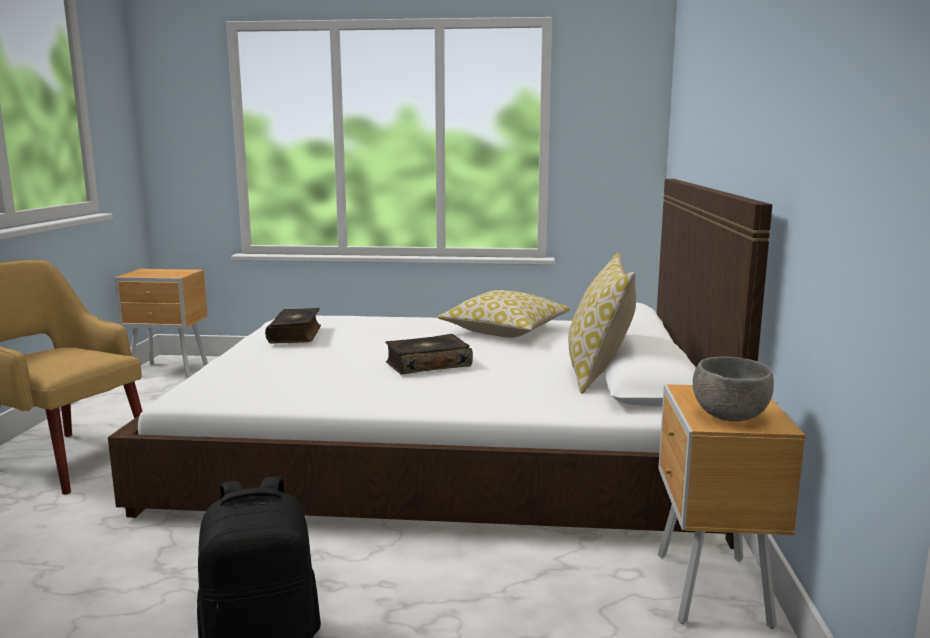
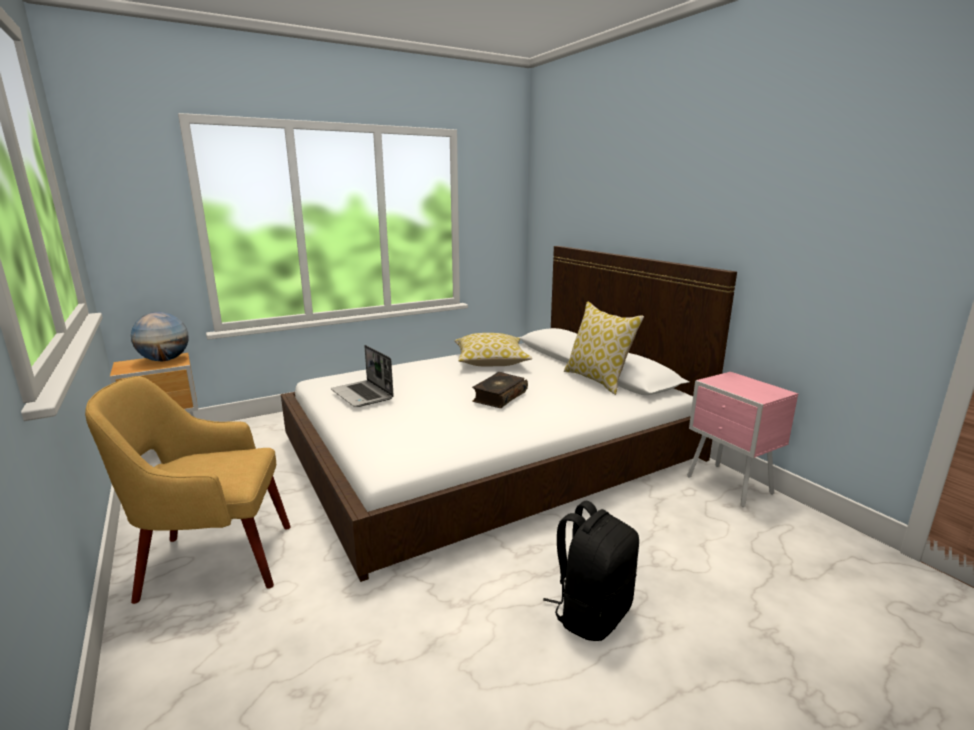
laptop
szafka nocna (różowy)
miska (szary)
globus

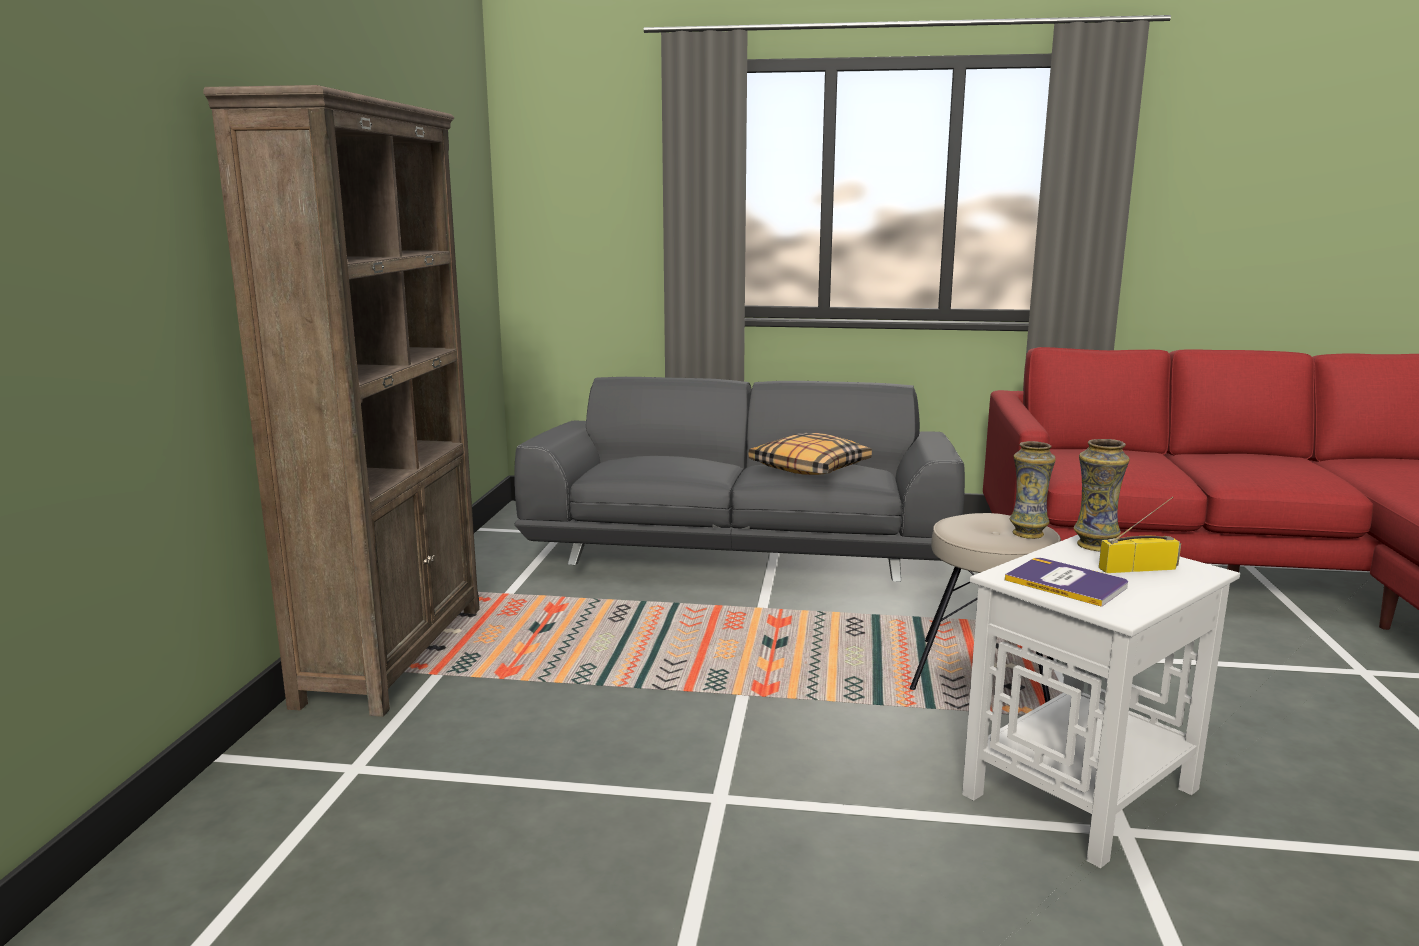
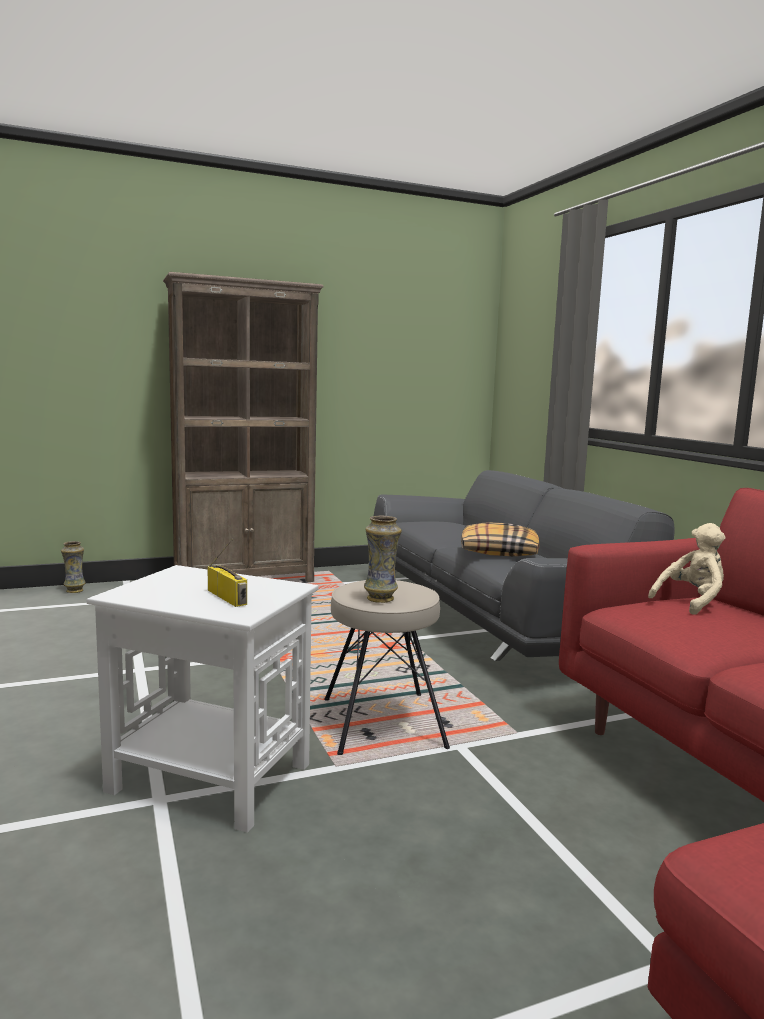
książka
wazon (no. 1 from left)
pluszak (beżowy)

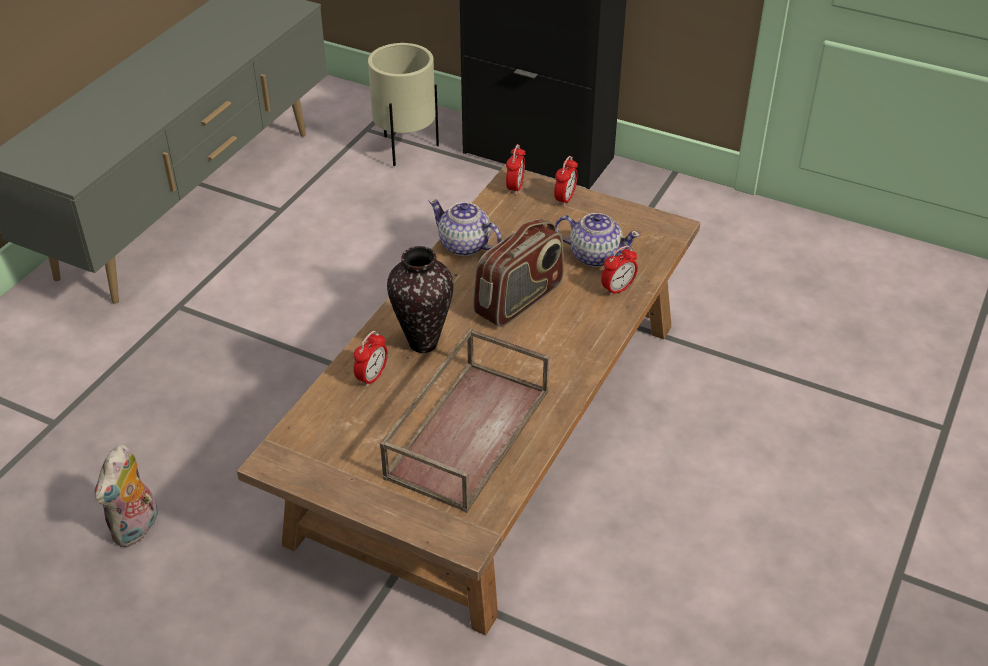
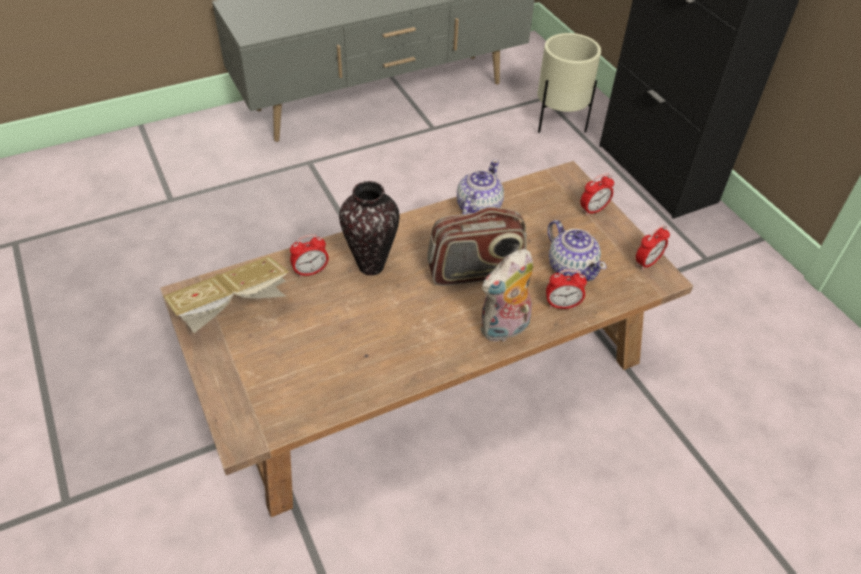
pluszak
taca (brązowy)
imbryk (no. 1 from left)
budzik (no. 4 from left)
książka

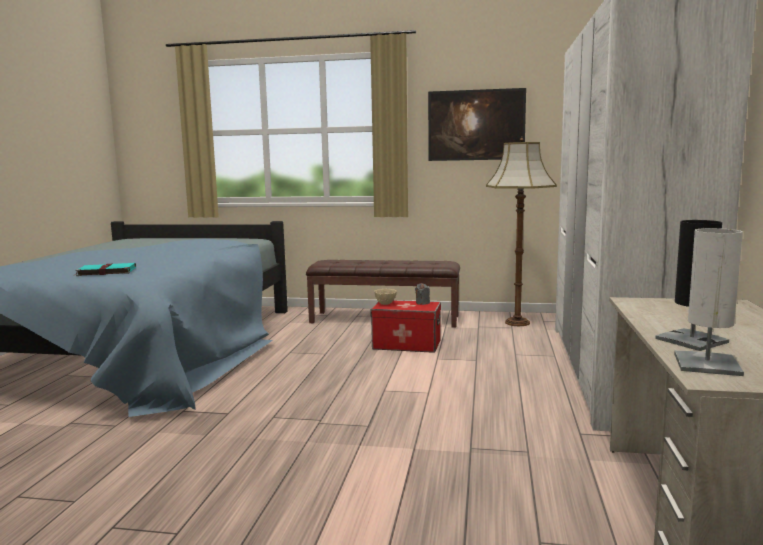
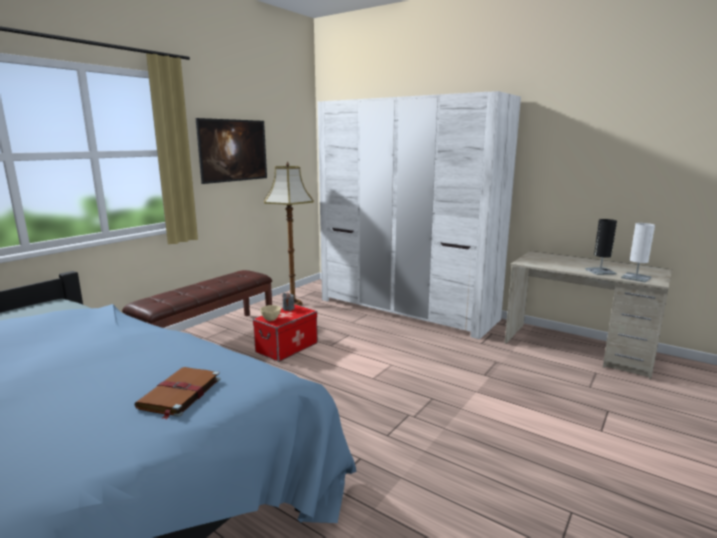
książka (brązowy)

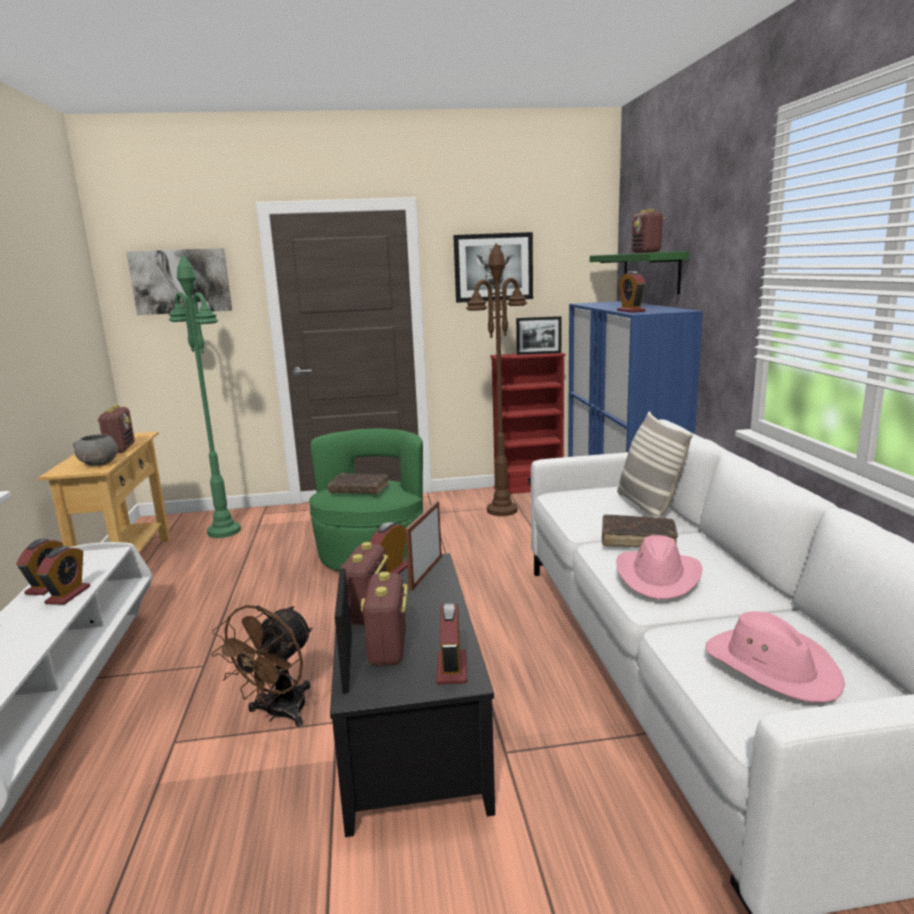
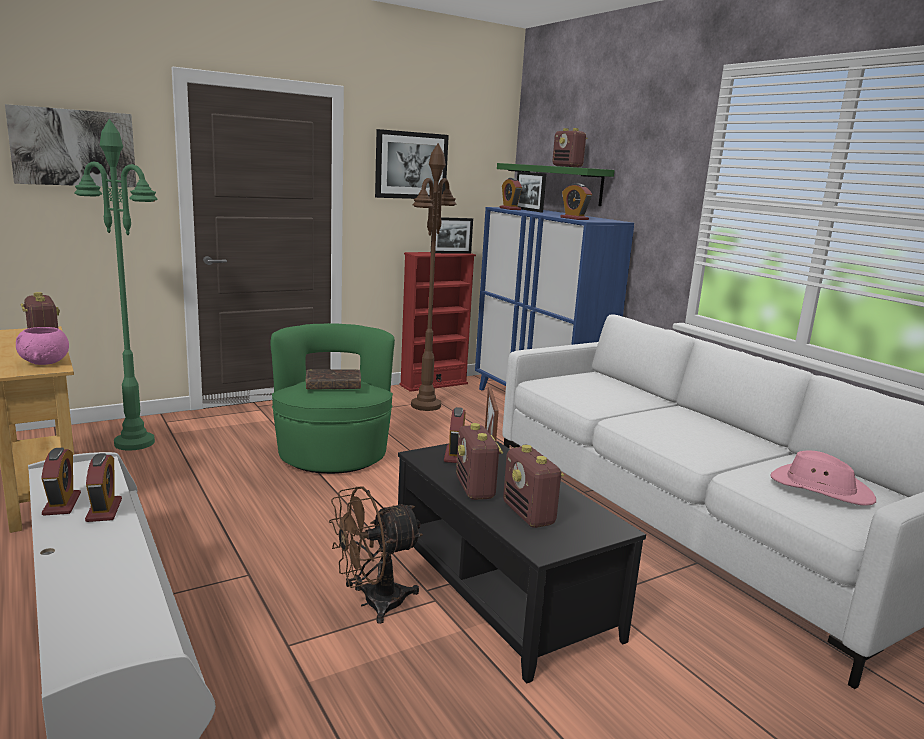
miska (różowy)
wentylator (brązowy)
ramka na zdjęcie (no. 3 from left)
budzik (no. 4 from left)
książka (brązowy) (no. 2 from left in the first image)
kapelusz (różowy) (no. 1 from left in the first image)
poduszka

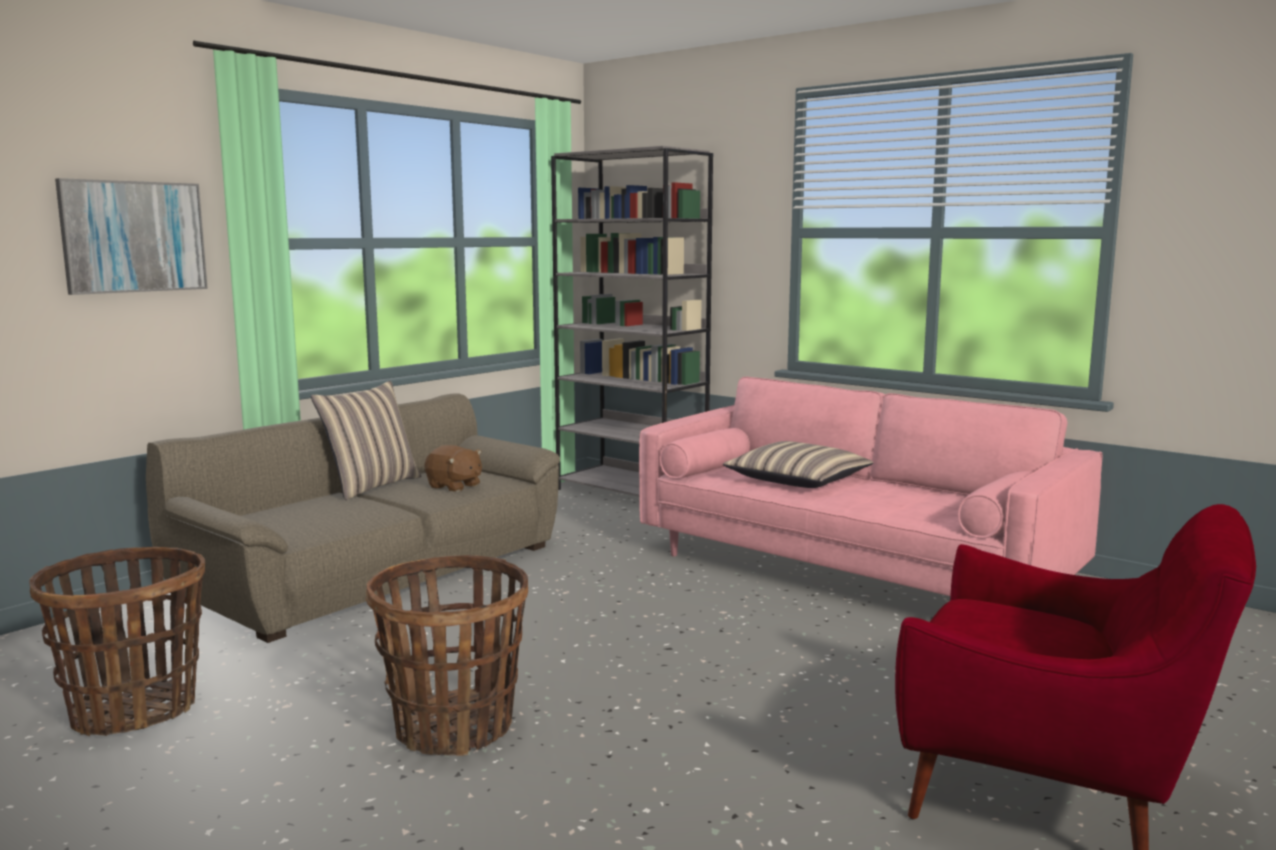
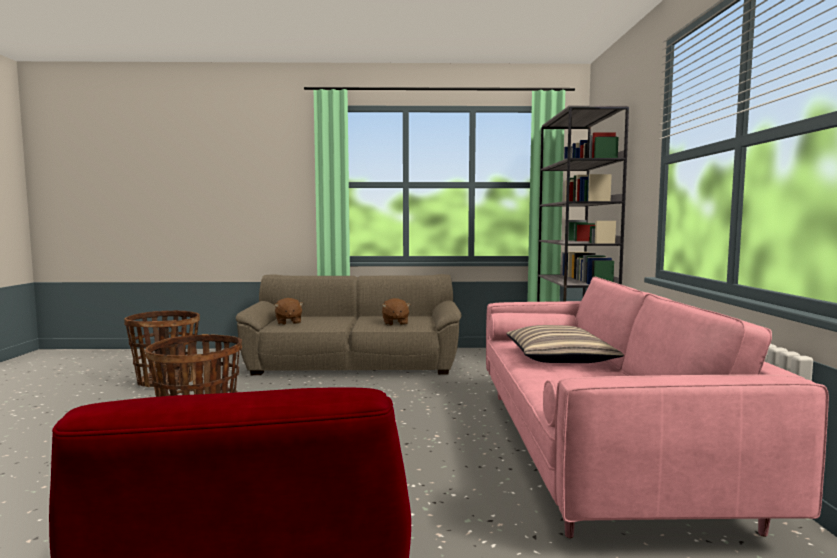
obraz
poduszka (no. 1 from left in the first image)
pluszak (brązowy) (no. 1 from left)

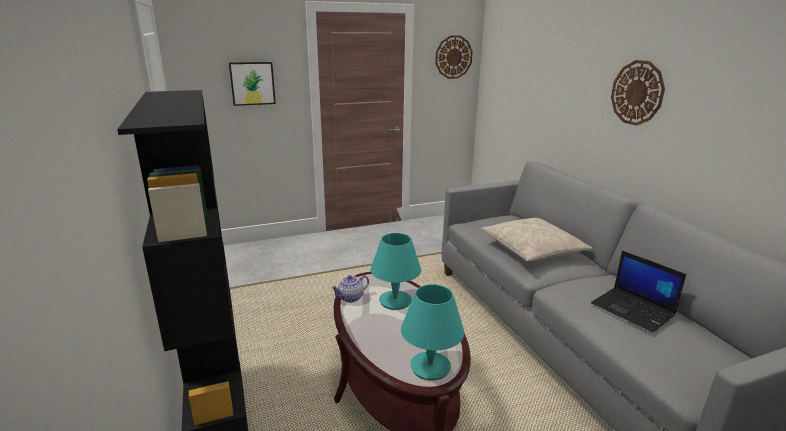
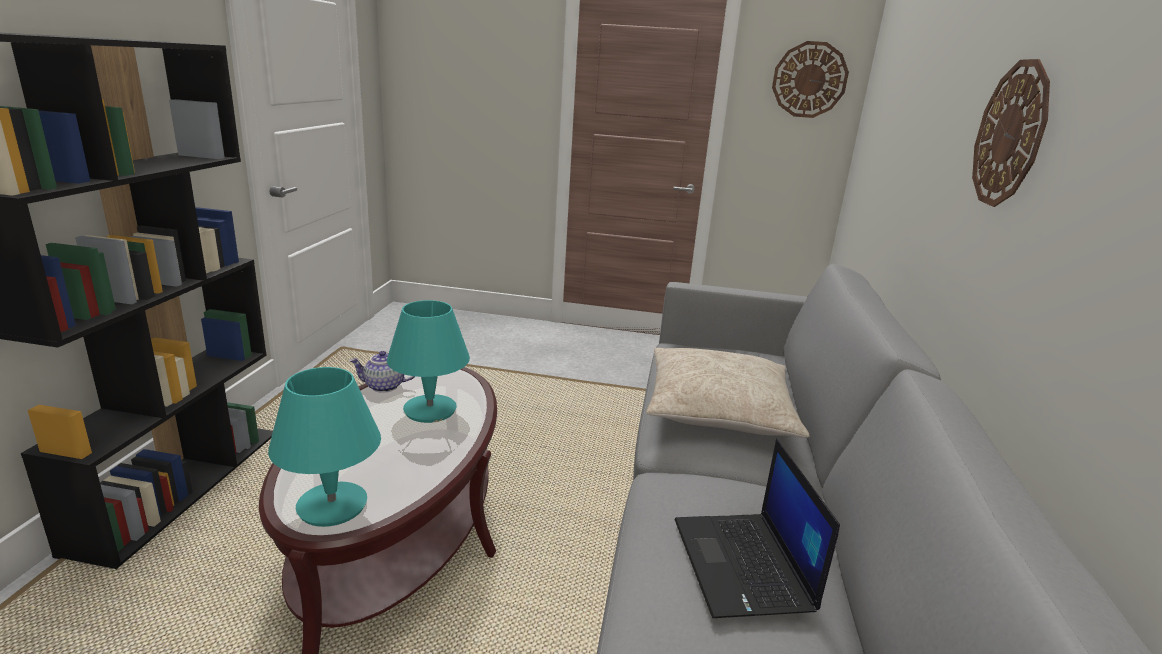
obraz

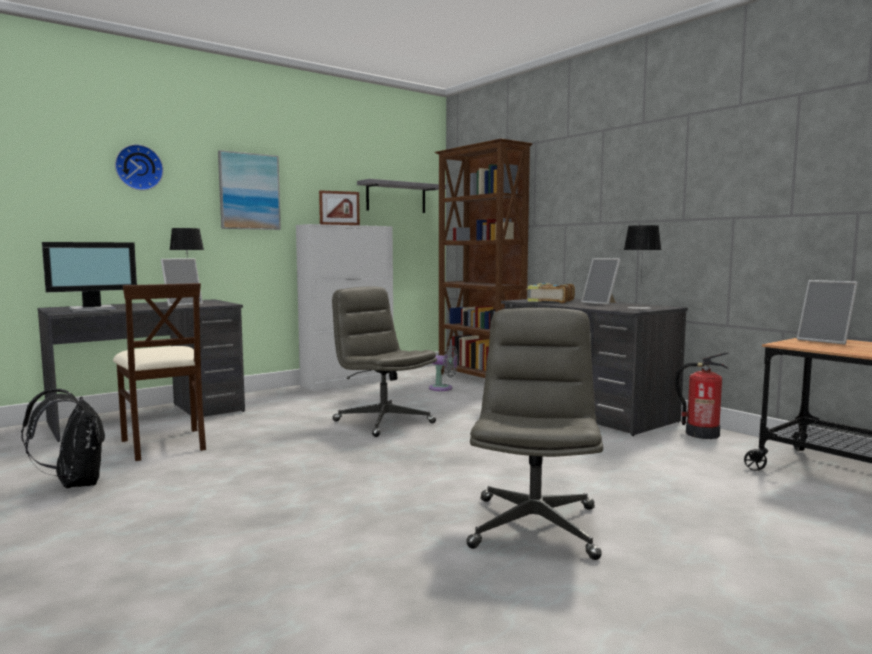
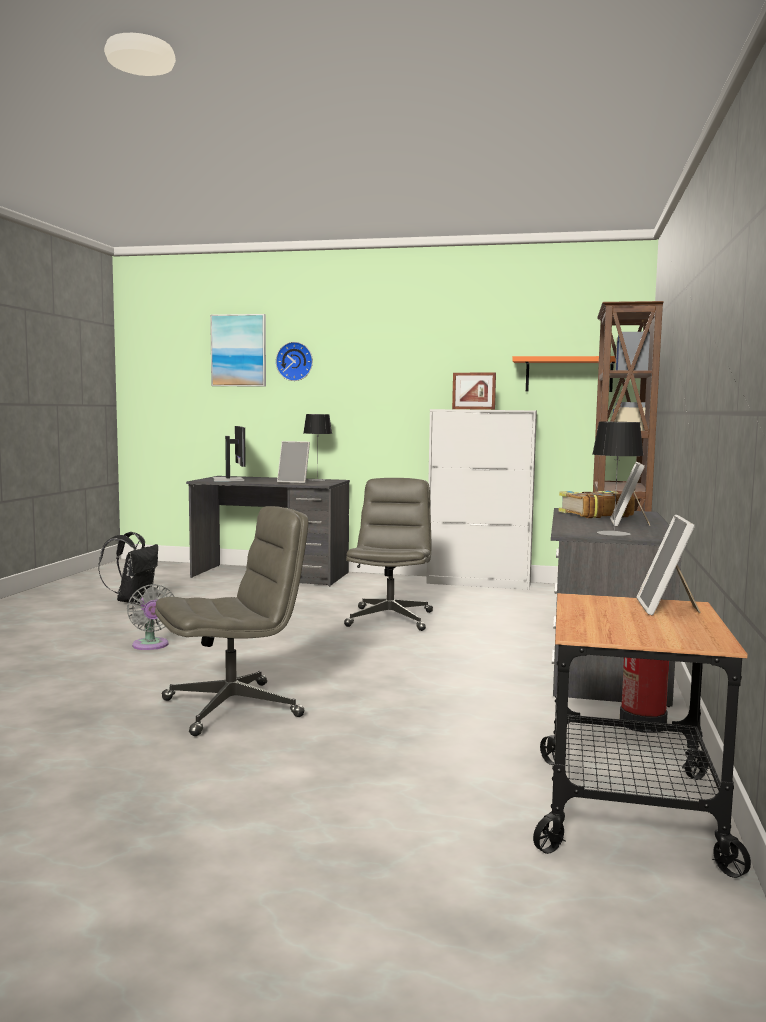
monitor
krzesło (beżowy)
obraz
półka (pomarańczowy)
wentylator (szary)

